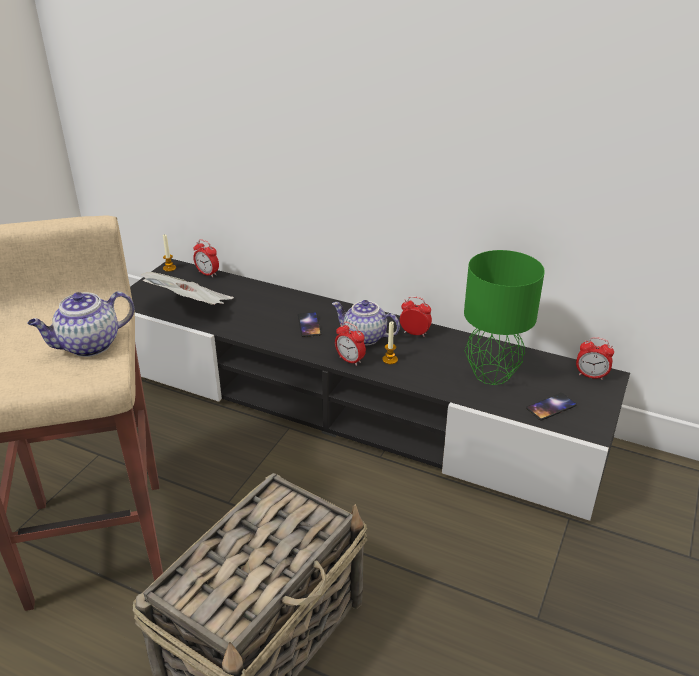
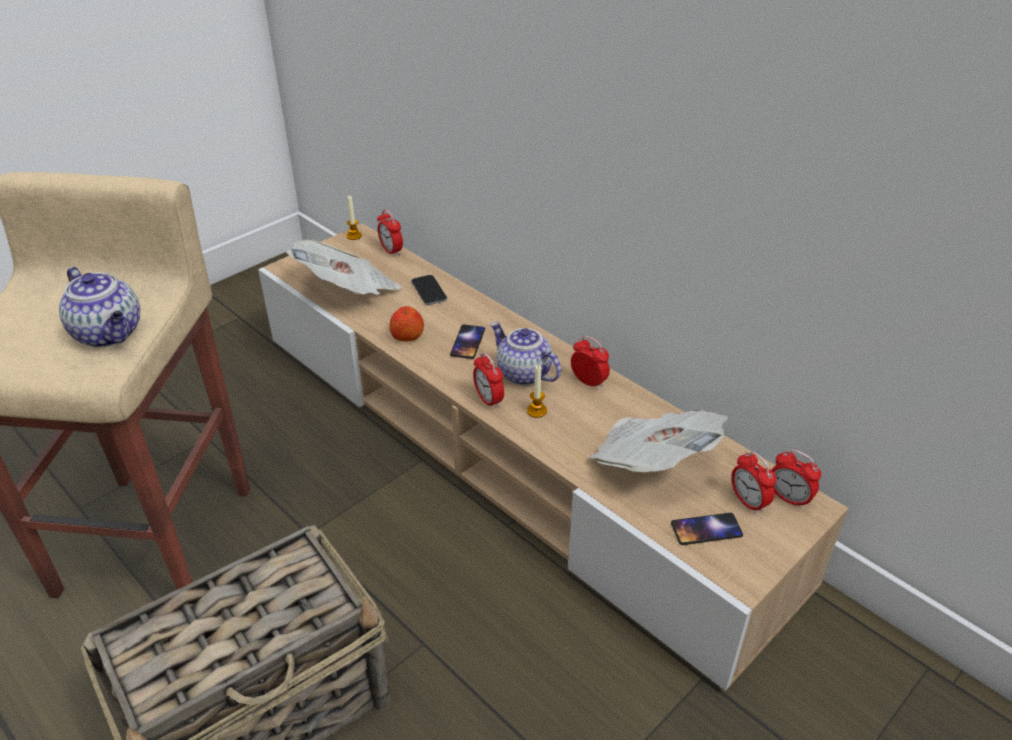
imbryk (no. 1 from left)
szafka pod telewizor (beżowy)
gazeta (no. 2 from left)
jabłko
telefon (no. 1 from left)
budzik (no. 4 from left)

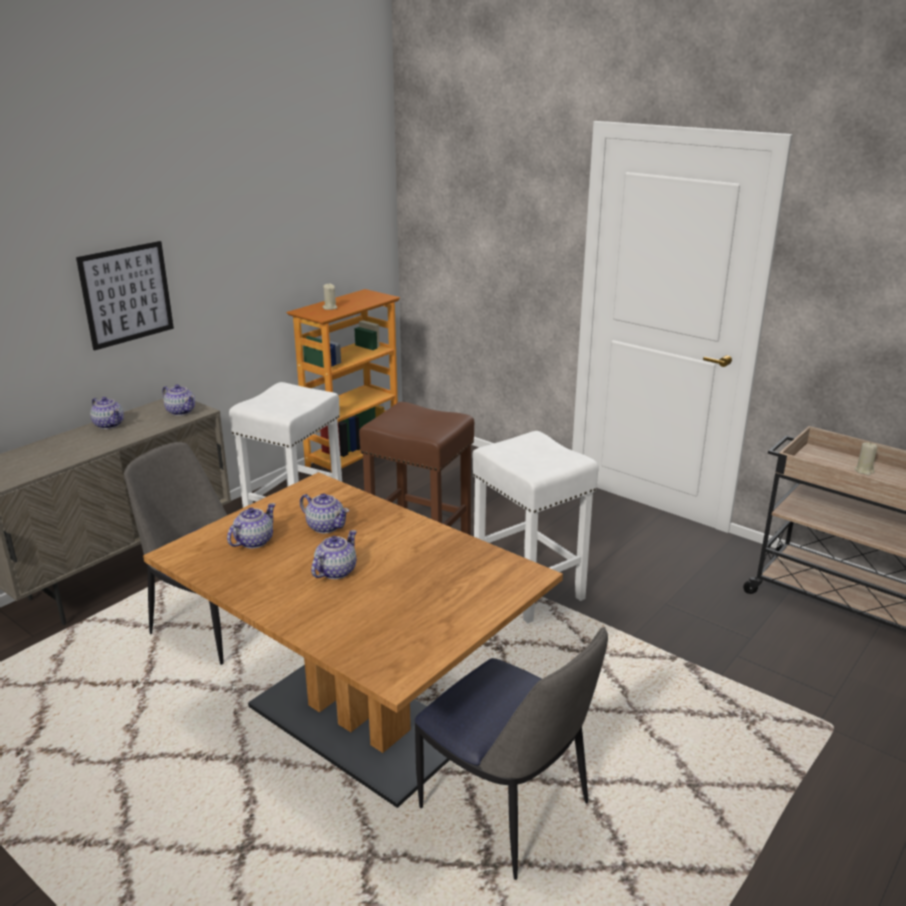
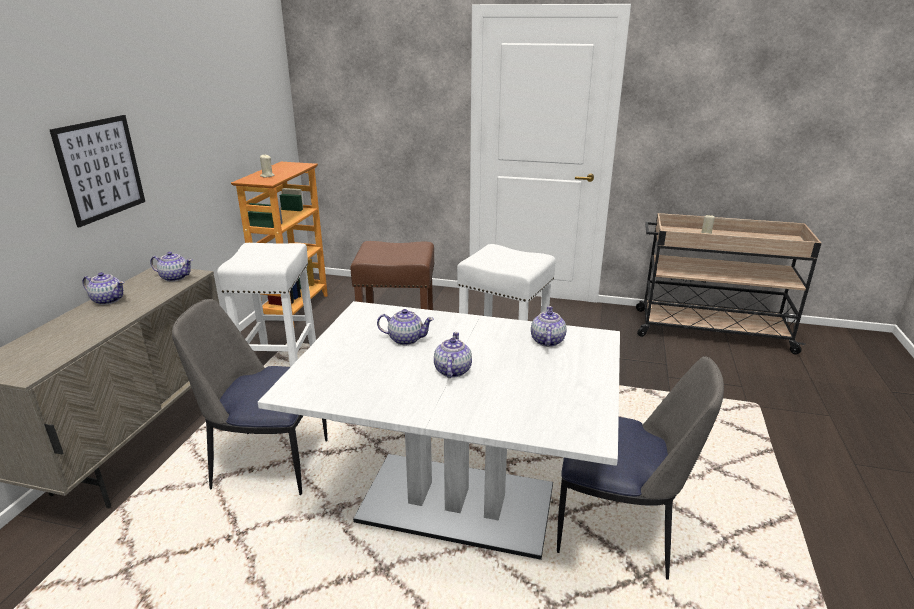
stół jadalny (biały)
imbryk (no. 5 from left)

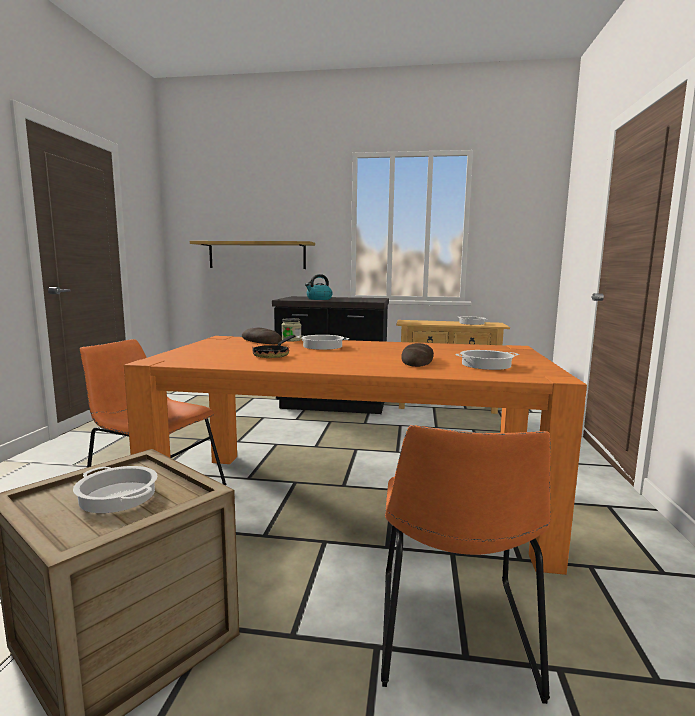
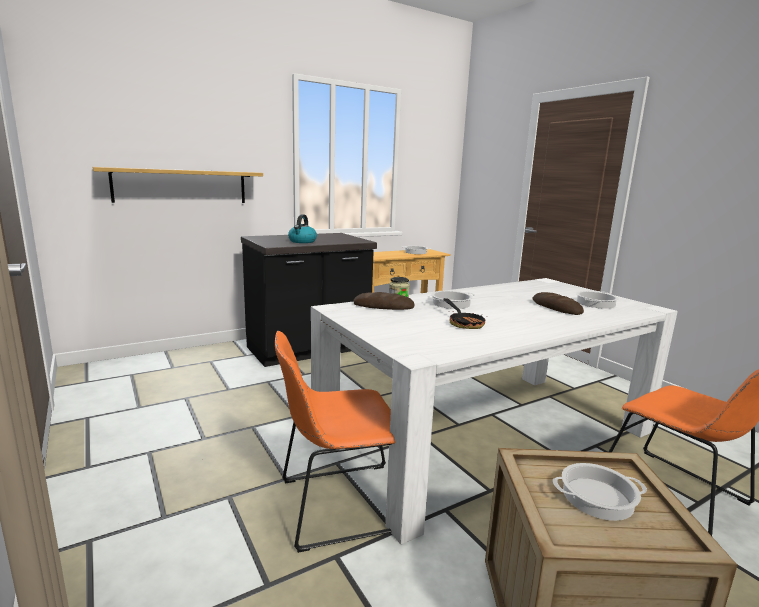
stół jadalny (biały)

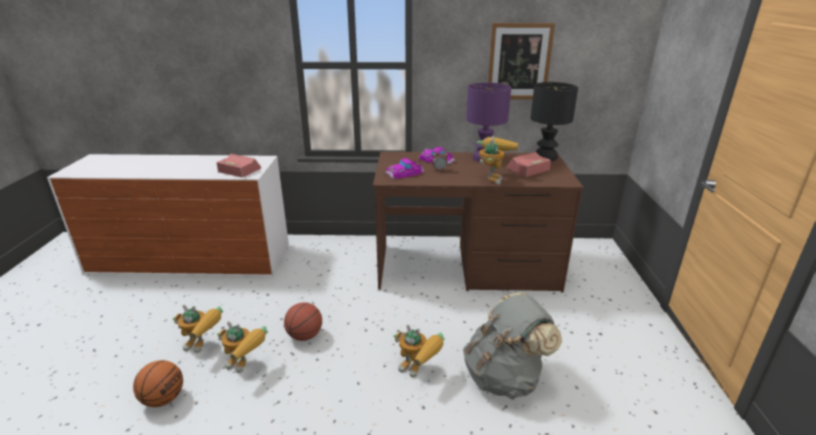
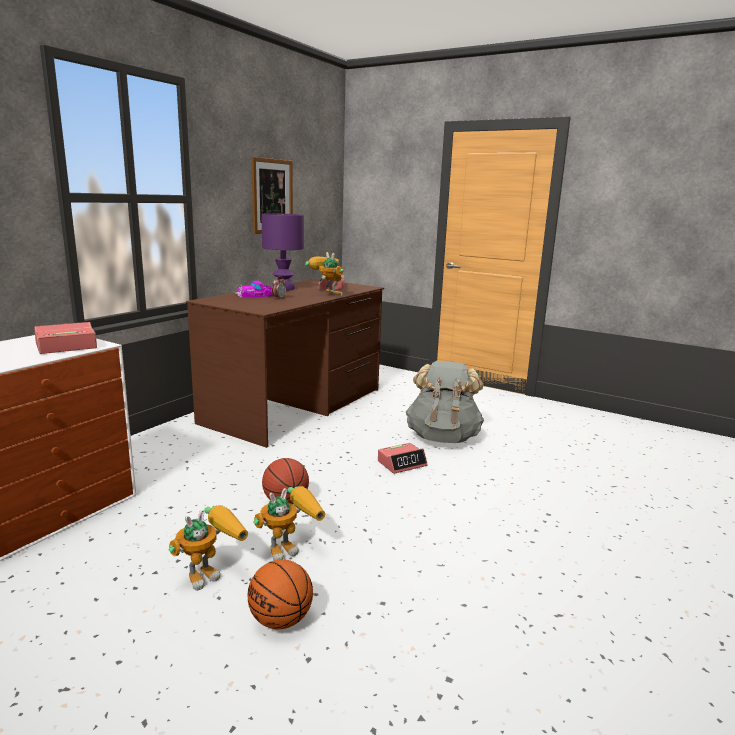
samochodzik (no. 1 from left in the first image)
budzik (no. 4 from left)
lampa stołowa (czarny)

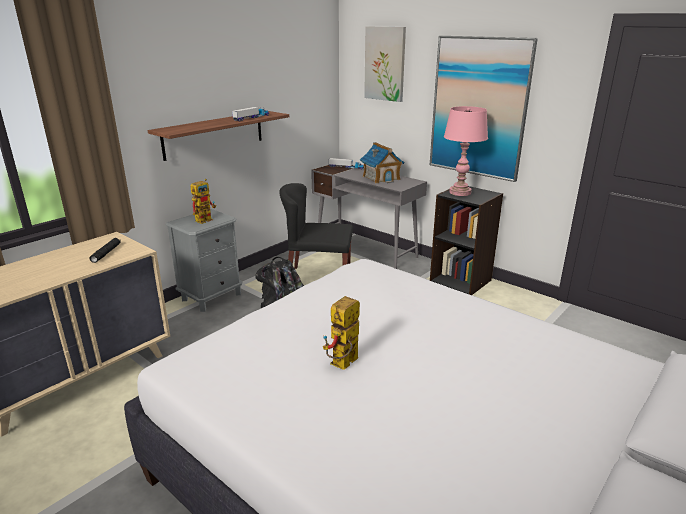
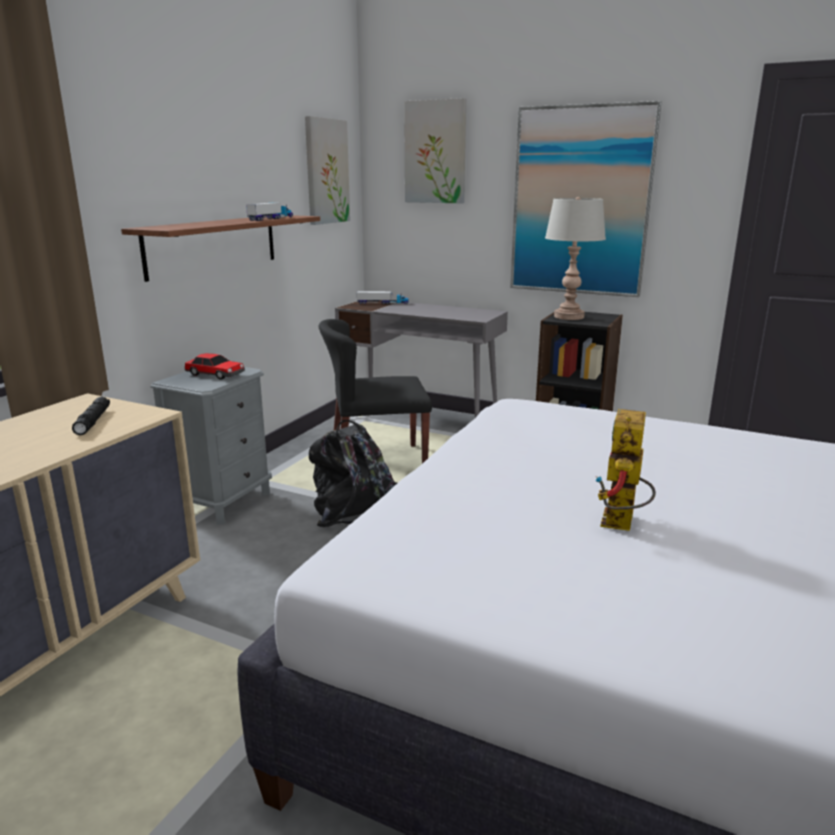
samochodzik
domek
lampa stołowa (szary)
obraz (no. 1 from left)

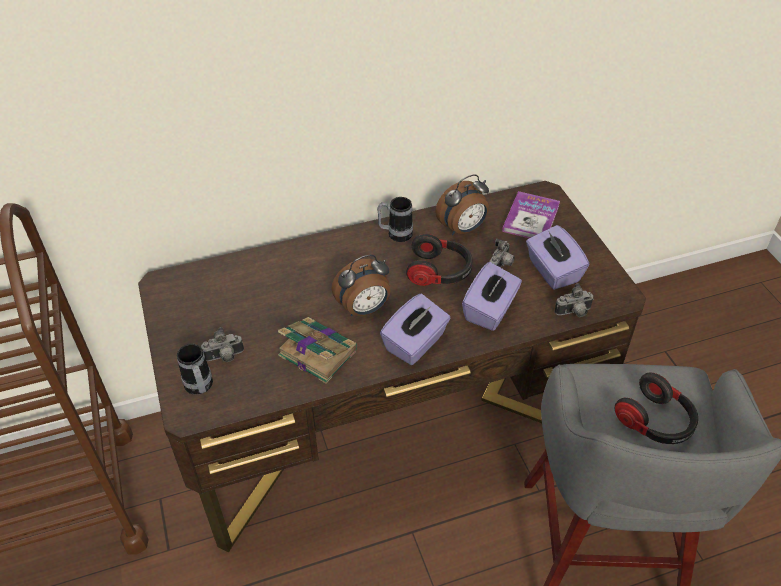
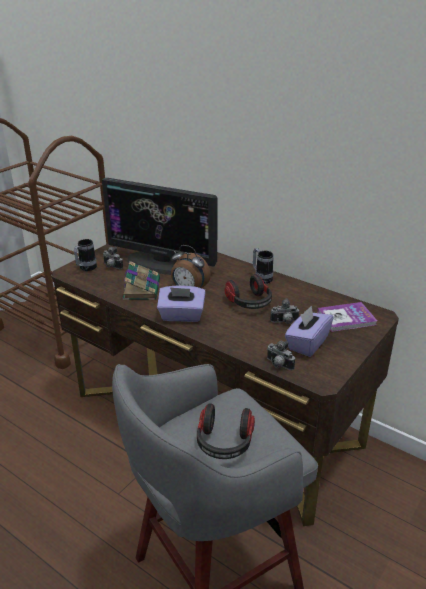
budzik (no. 2 from left in the first image)
pudełko chusteczek (fioletowy) (no. 2 from left in the first image)
monitor

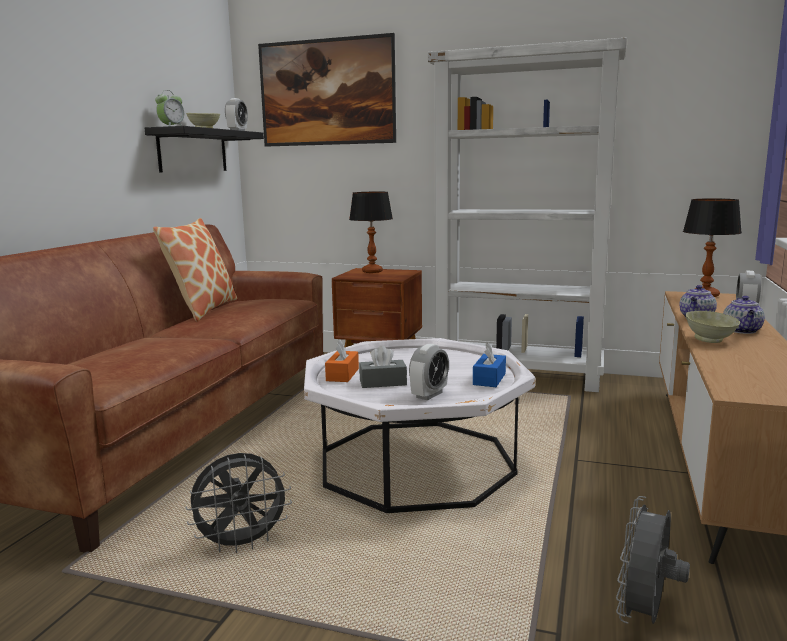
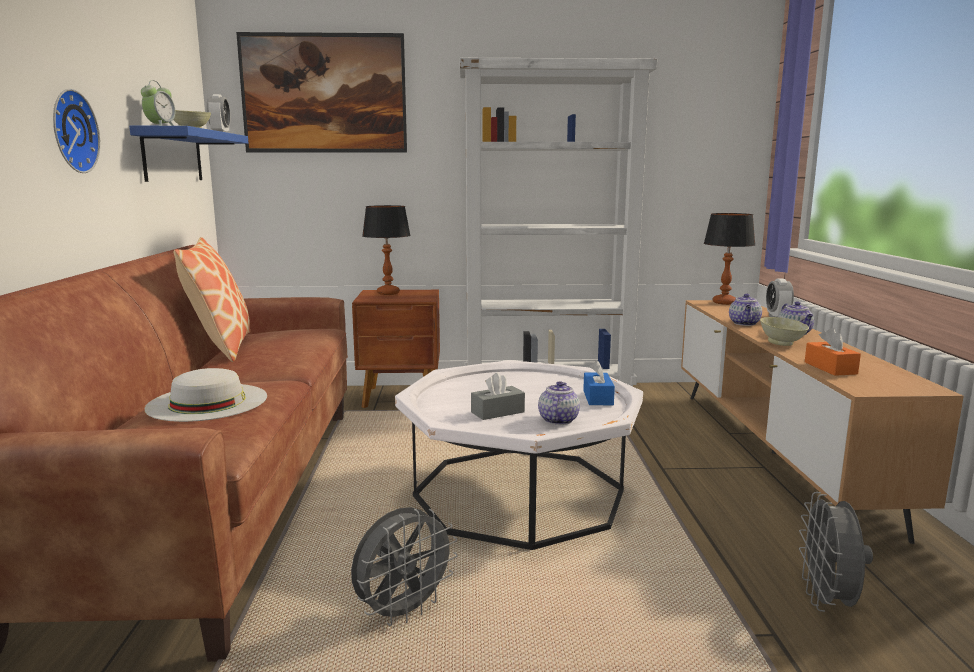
półka (niebieski)
pudełko chusteczek (pomarańczowy)
imbryk (no. 1 from left)
zegar ścienny
kapelusz (biały)

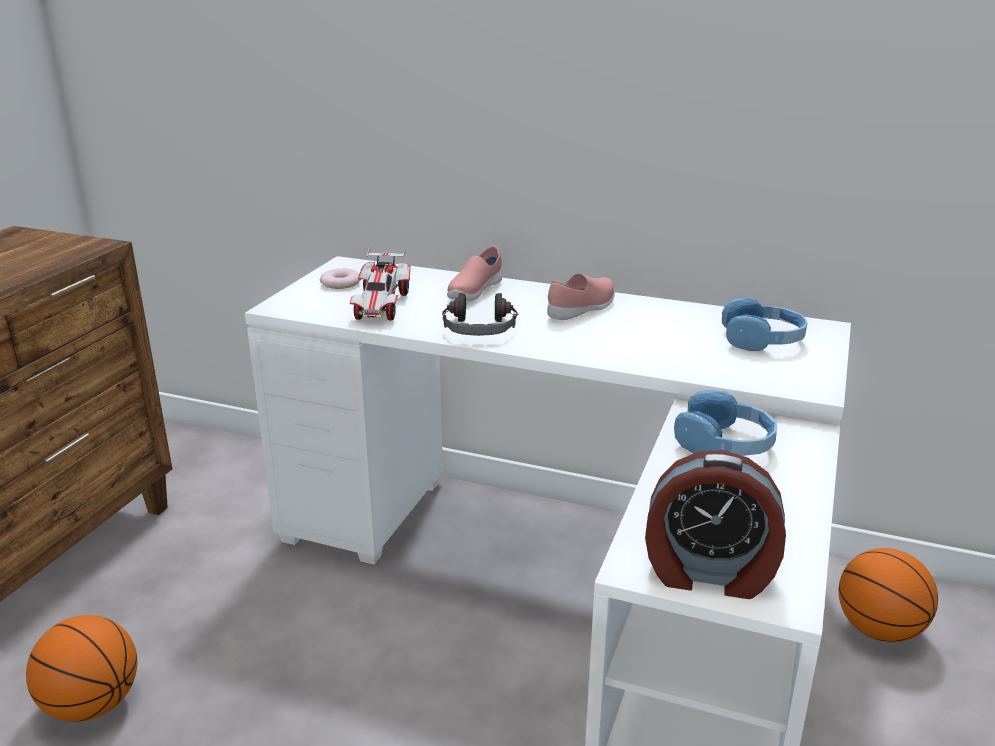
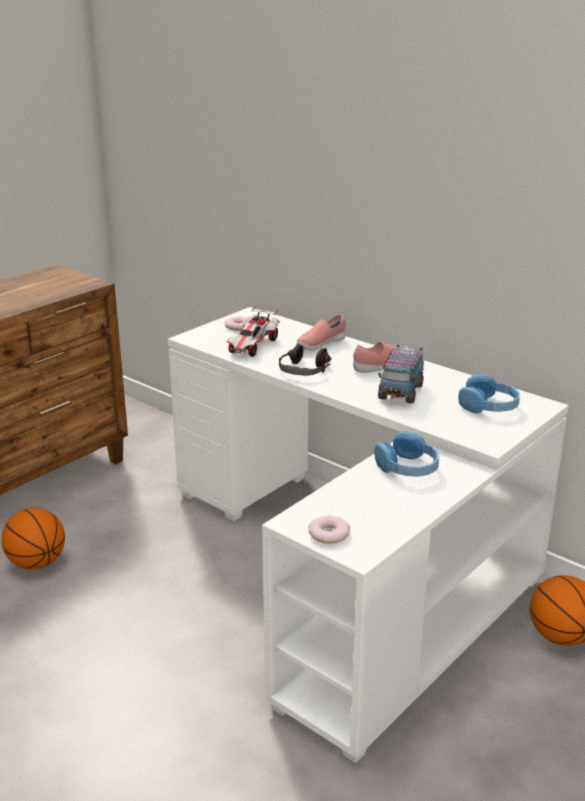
donut (no. 2 from left)
ciężarówka zabawkowa

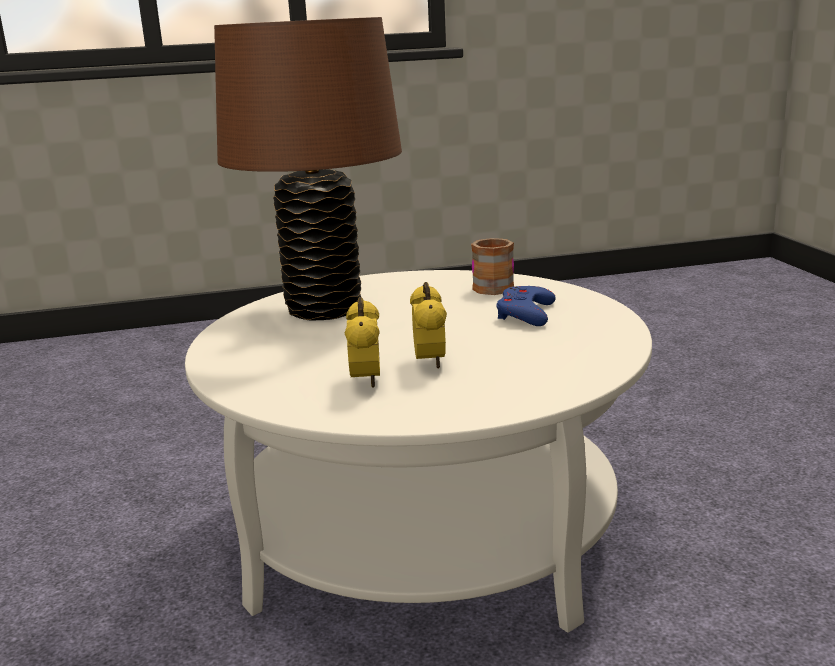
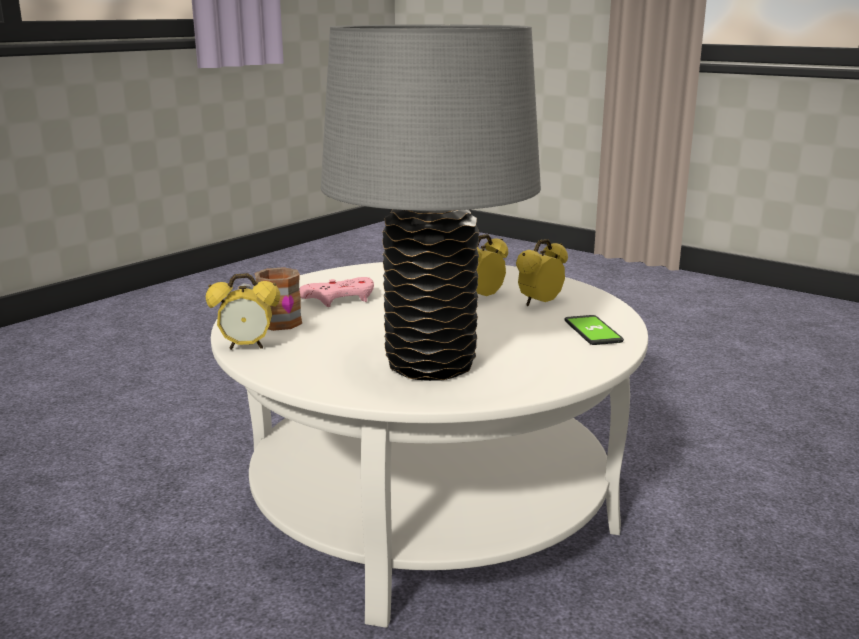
lampa stołowa (szary)
pad do gier (różowy)
budzik (no. 1 from left)
telefon

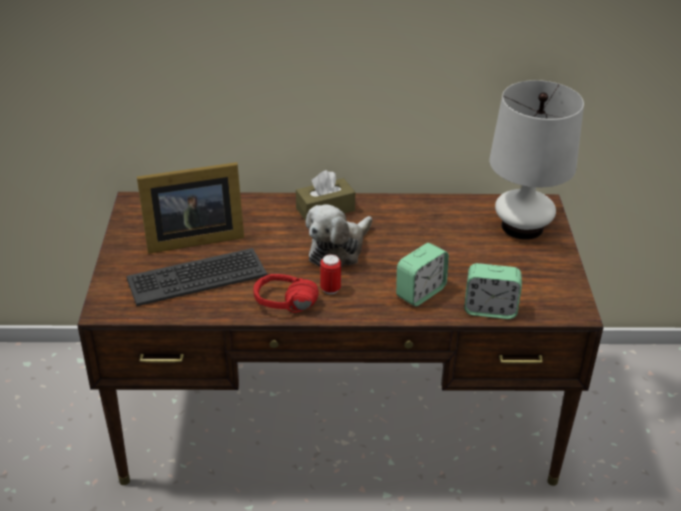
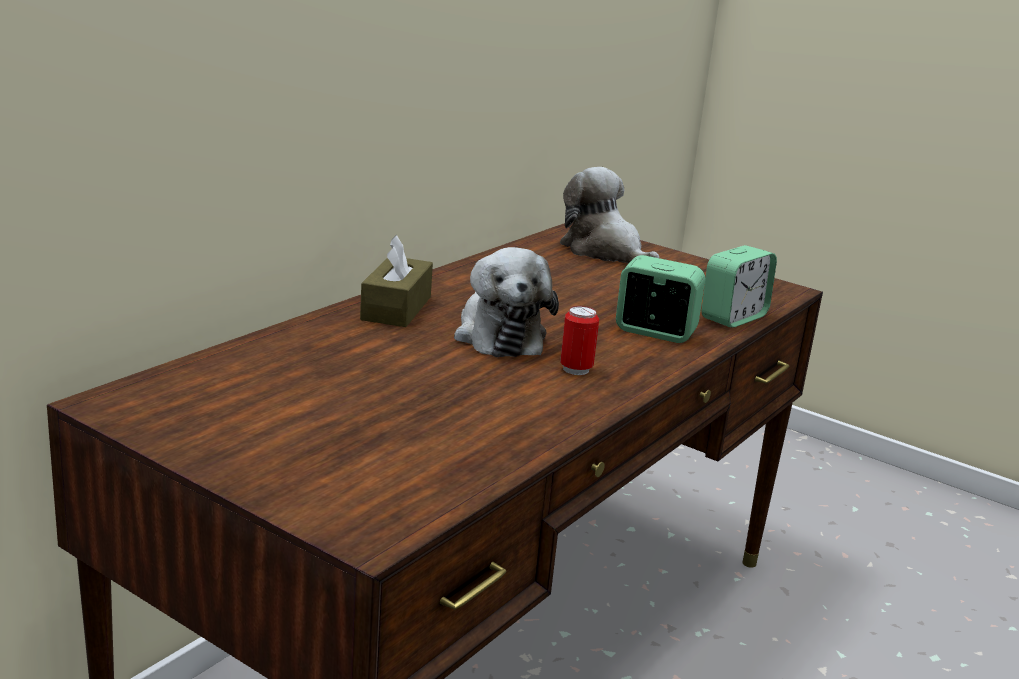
klawiatura
ramka na zdjęcie
słuchawki (czerwony)
budzik (no. 1 from left)
pluszak (no. 2 from left)

